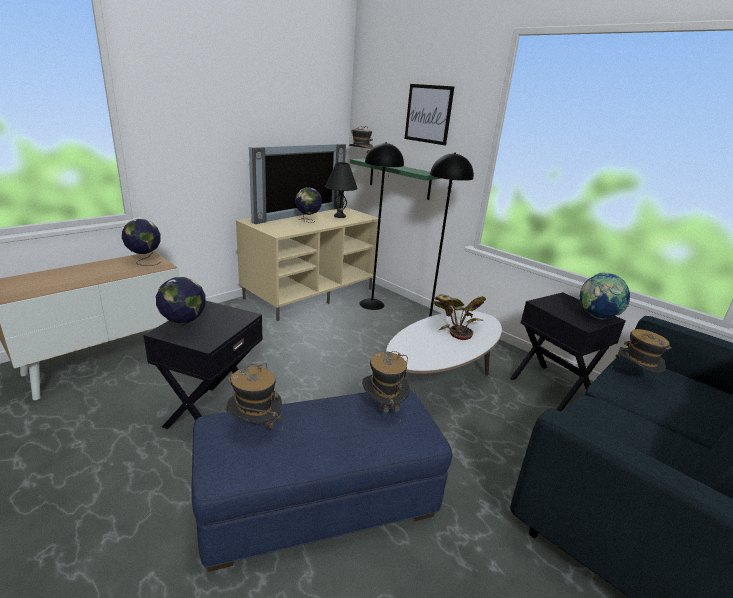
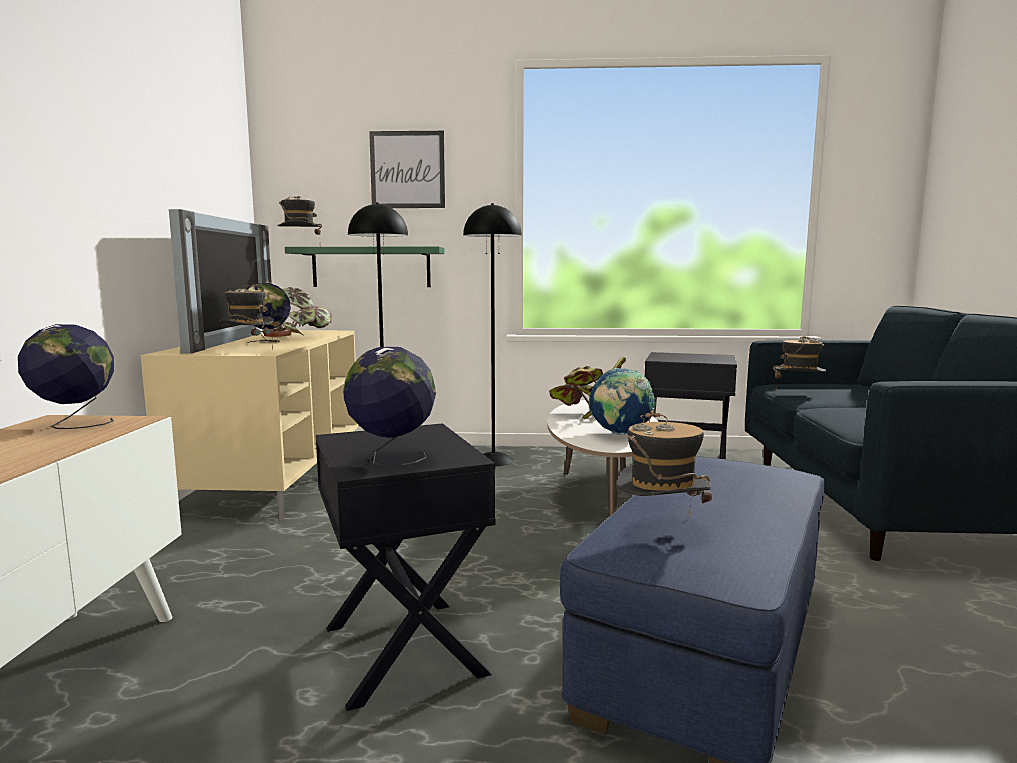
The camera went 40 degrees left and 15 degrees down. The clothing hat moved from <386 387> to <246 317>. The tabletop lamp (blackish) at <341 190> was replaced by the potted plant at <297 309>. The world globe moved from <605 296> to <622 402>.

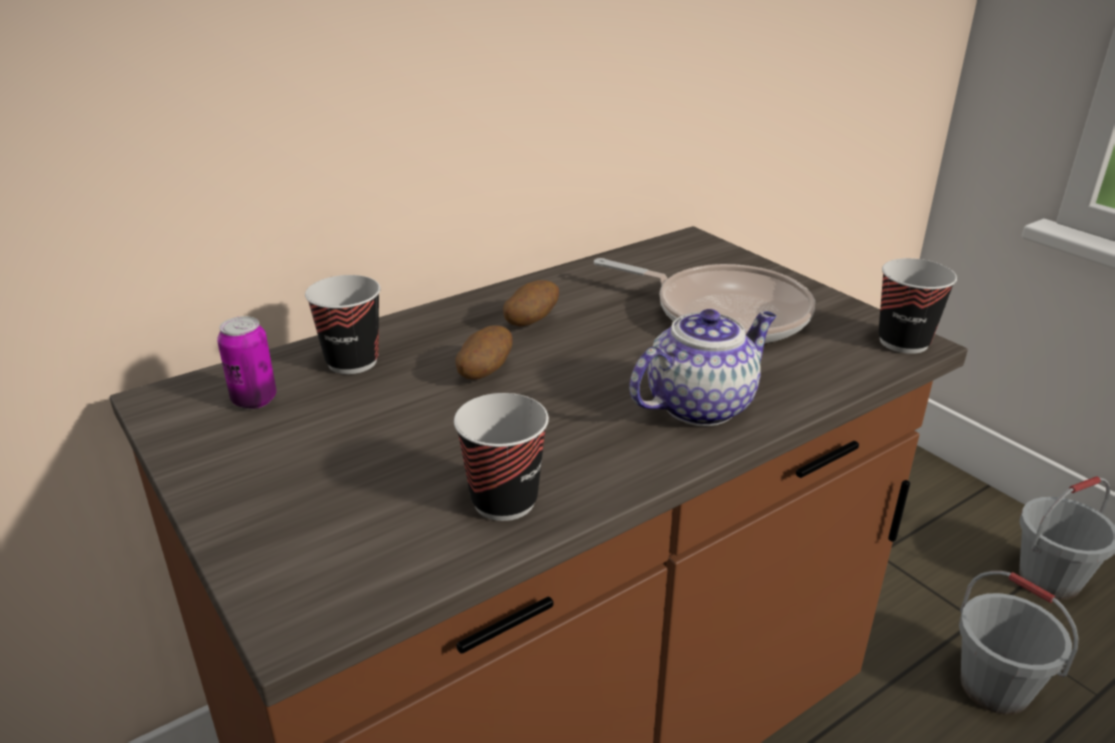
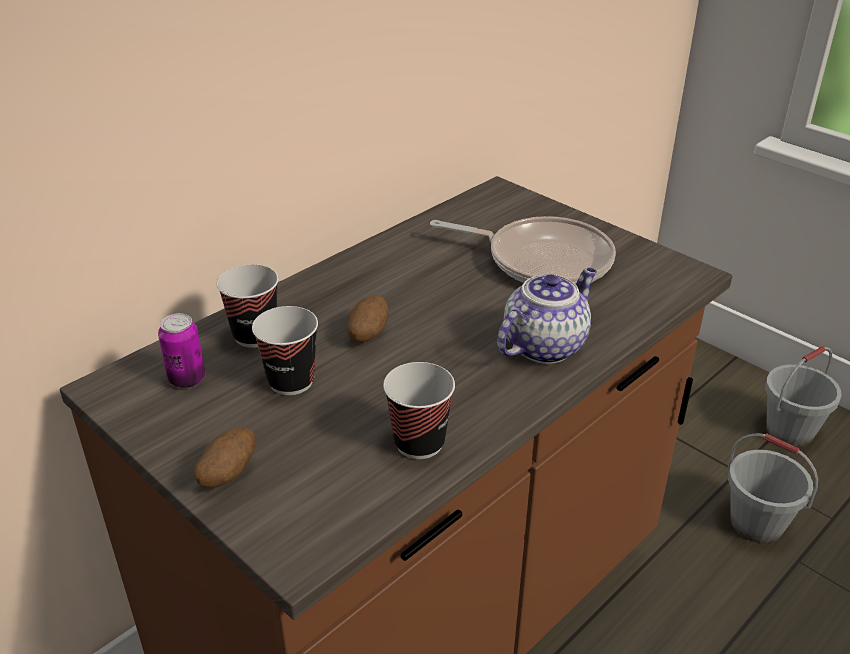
The camera went 10 degrees left and 5 degrees up. The spud moved from <531 303> to <224 457>. The small cup moved from <917 306> to <285 350>.

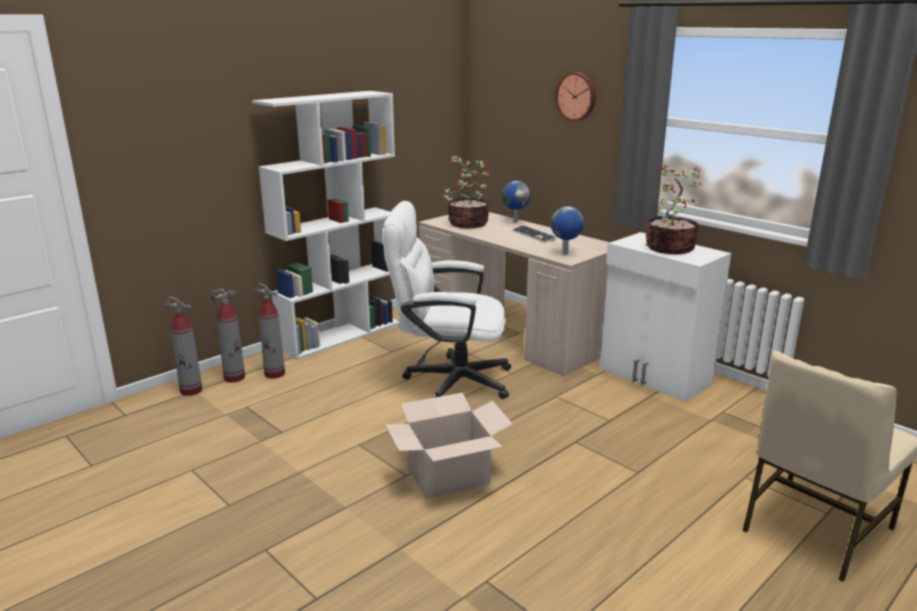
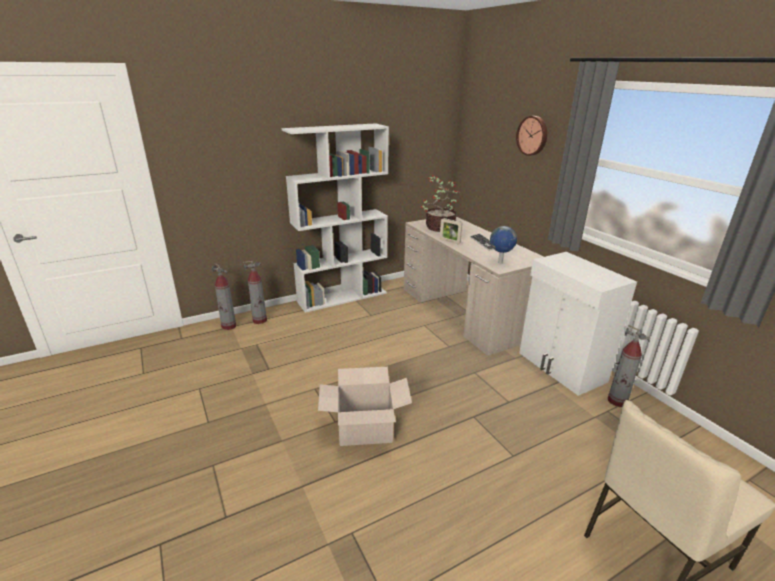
The camera went 15 degrees right and 5 degrees up. The photo frame at <451 231> appeared. The extinguisher moved from <269 331> to <629 366>. The office chair (white-coloured) at <447 300> disappeared. The world globe at <516 202> disappeared. The potted plant at <673 209> disappeared.

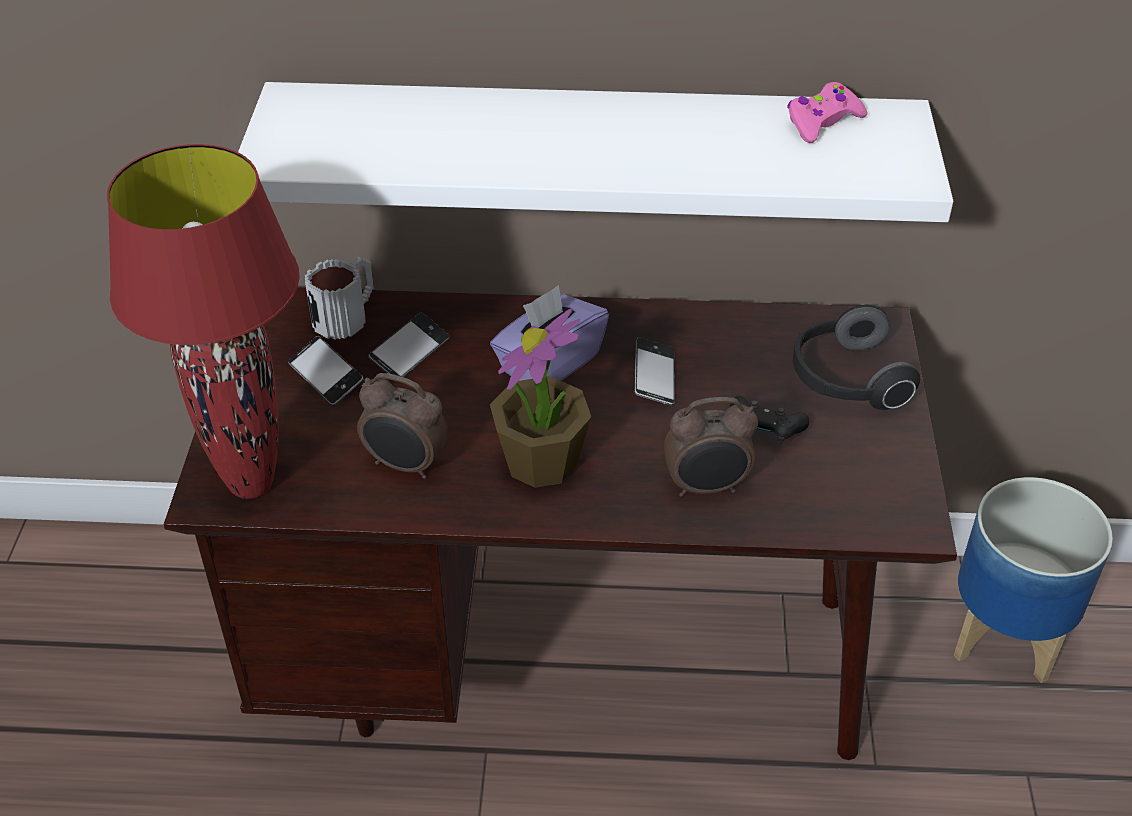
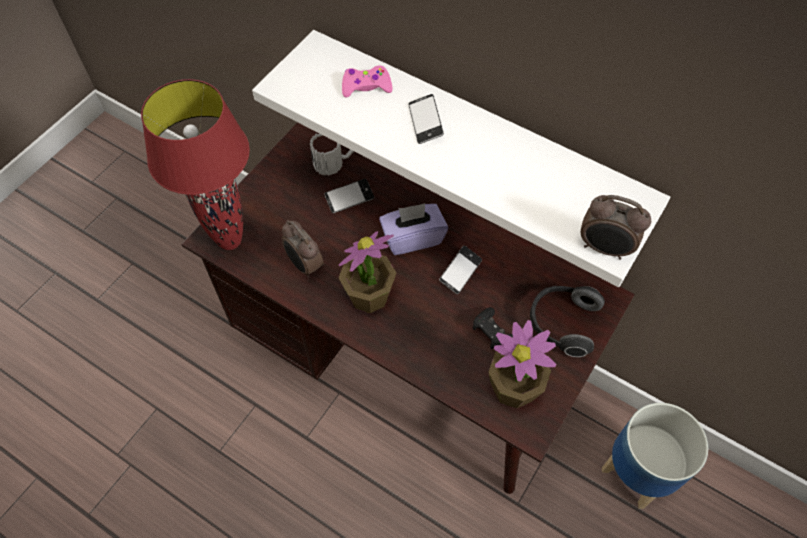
The camera went 30 degrees right and 15 degrees up. The gamepad (pink) moved from <827 112> to <367 82>. The handset moved from <326 370> to <426 119>. The potted plant at <522 364> appeared. The table clock moved from <711 447> to <616 227>.

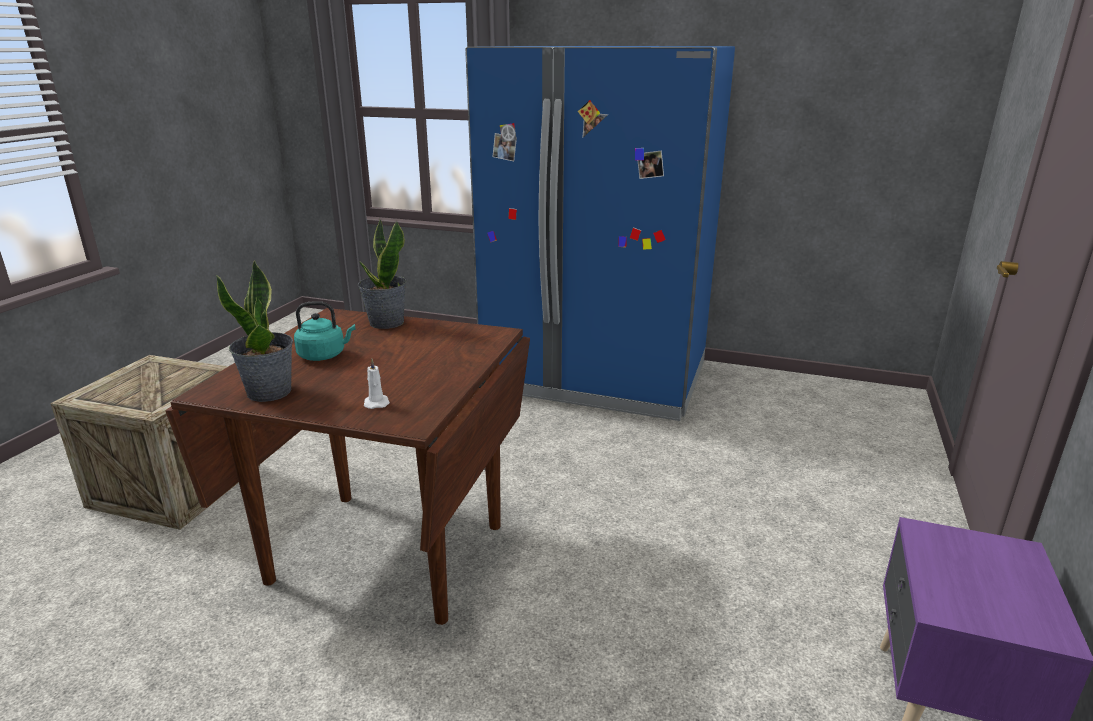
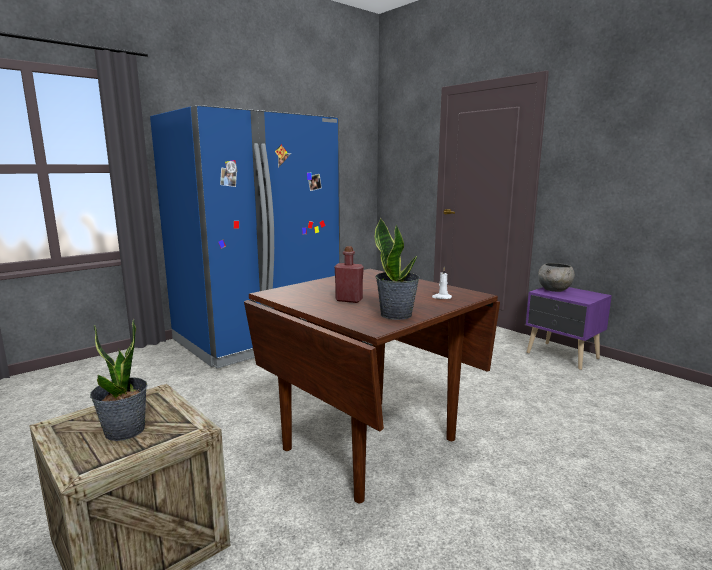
The camera went 60 degrees left and 10 degrees down. The potted plant moved from <382 274> to <119 380>. The tea kettle (blue-green) at <324 331> was replaced by the bottle (red) at <349 274>. The deep dish (grey) at <556 277> appeared.

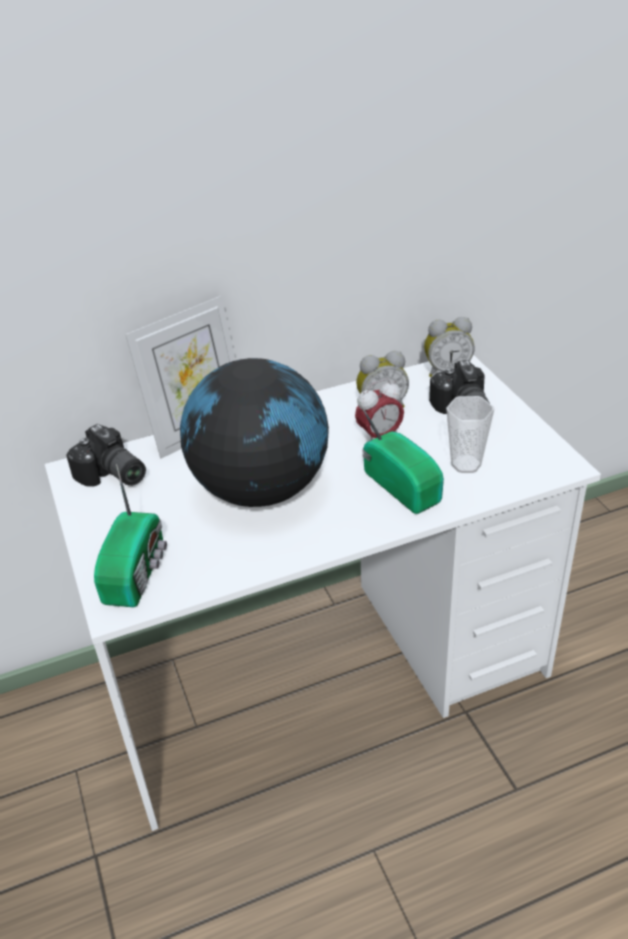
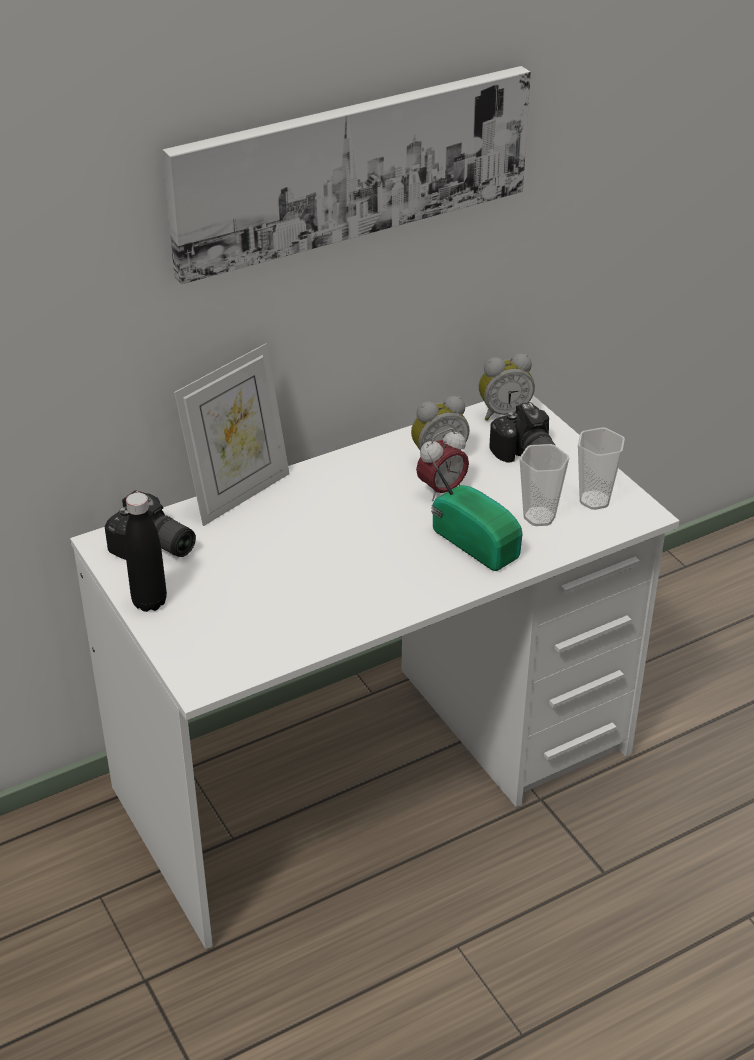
The camera went 10 degrees left and 0 degrees up. The bottle (blackish) at <146 552> appeared. The wall art at <346 175> appeared. The small cup at <601 468> appeared. The radio at <130 535> disappeared. The world globe at <254 432> disappeared.

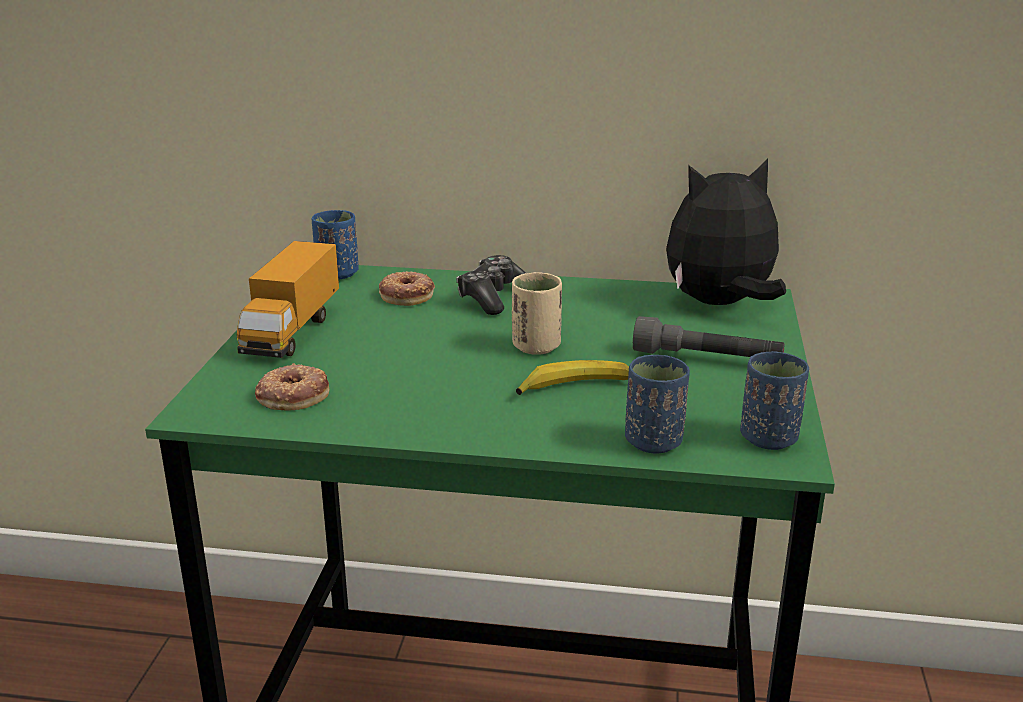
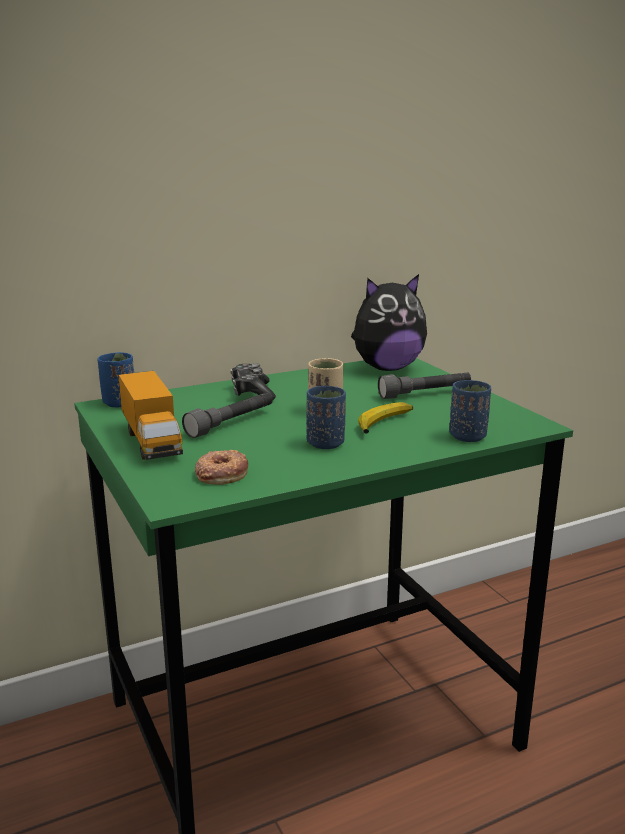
The camera went 35 degrees left and 5 degrees down. The flashlight (grey) at <227 415> appeared. The small cup (blue-coloured) moved from <774 400> to <326 417>. The soft toy at <726 231> turned 150 degrees counterclockwise. The doughnut at <407 288> disappeared.

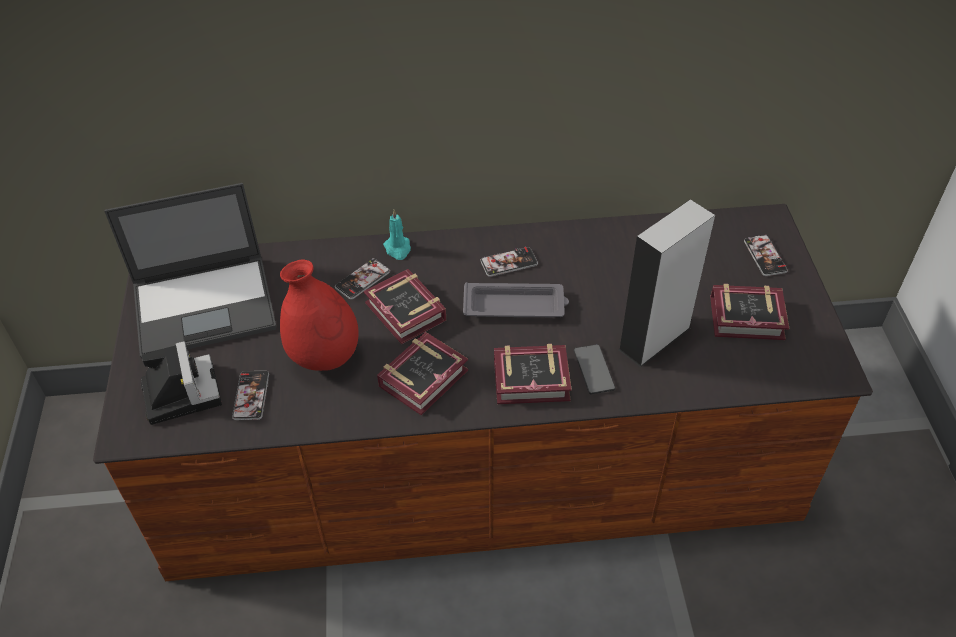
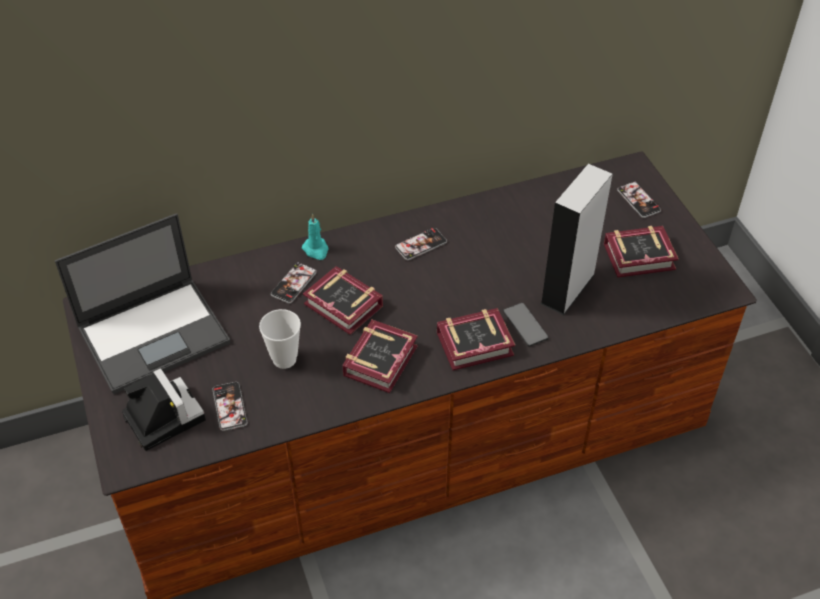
The camera went 15 degrees left and 0 degrees up. The vase (red) at <319 315> was replaced by the small cup at <280 339>. The carrying tray (grey) at <516 299> disappeared.

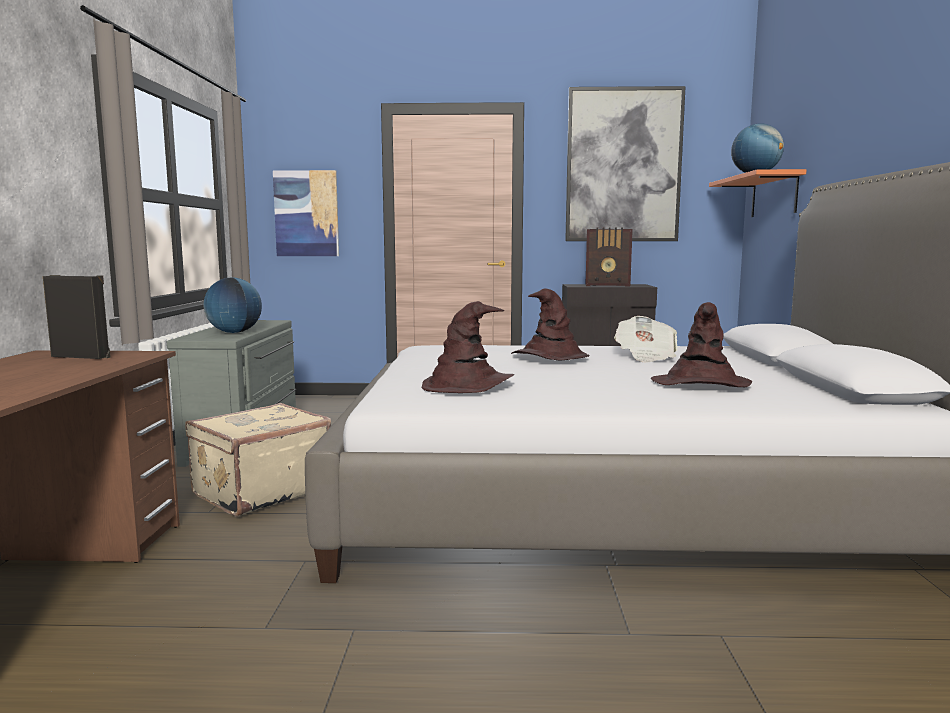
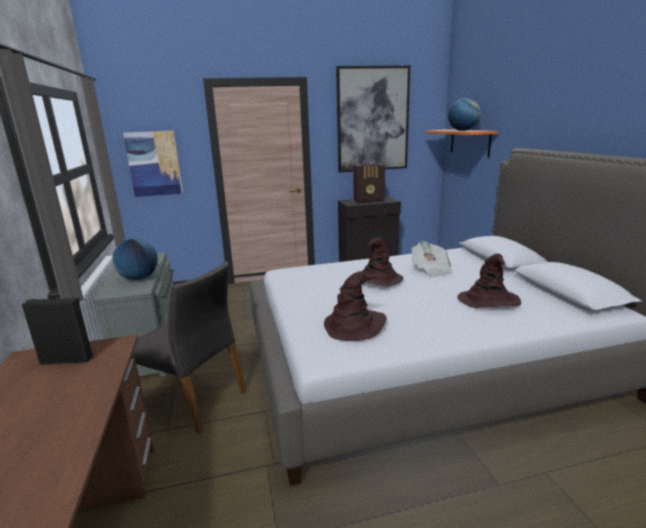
The camera went 15 degrees left and 10 degrees up. The travel case (beige-coloured) at <258 460> was replaced by the upright chair (grey) at <190 347>.

